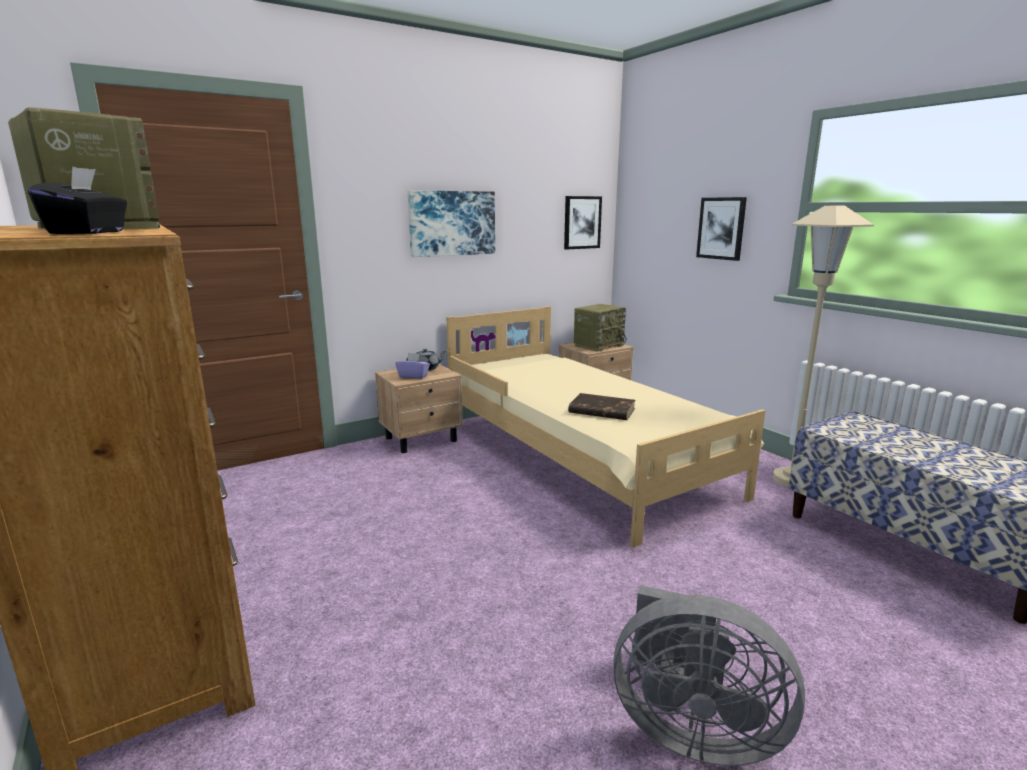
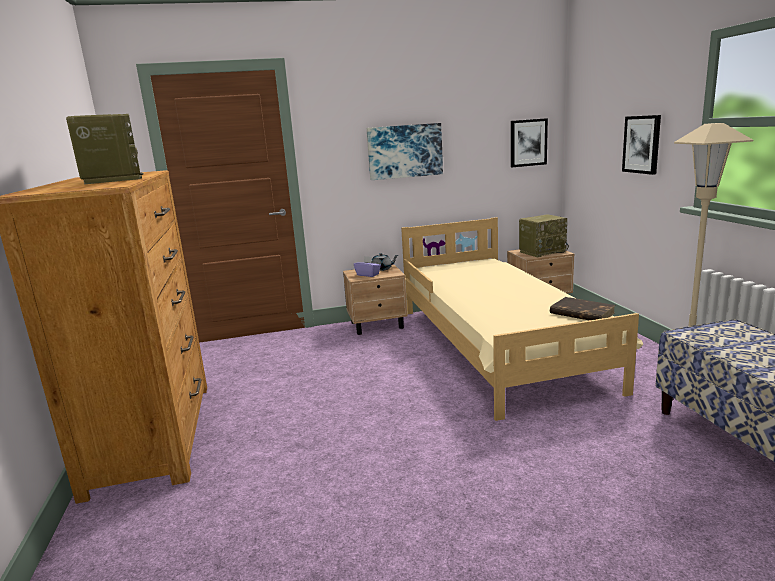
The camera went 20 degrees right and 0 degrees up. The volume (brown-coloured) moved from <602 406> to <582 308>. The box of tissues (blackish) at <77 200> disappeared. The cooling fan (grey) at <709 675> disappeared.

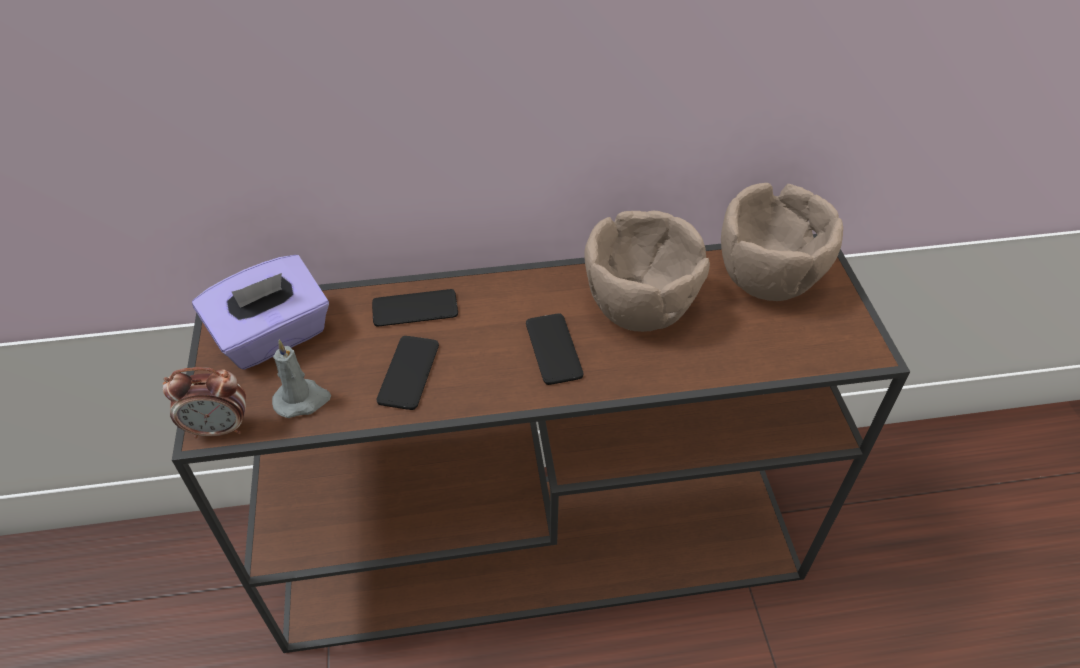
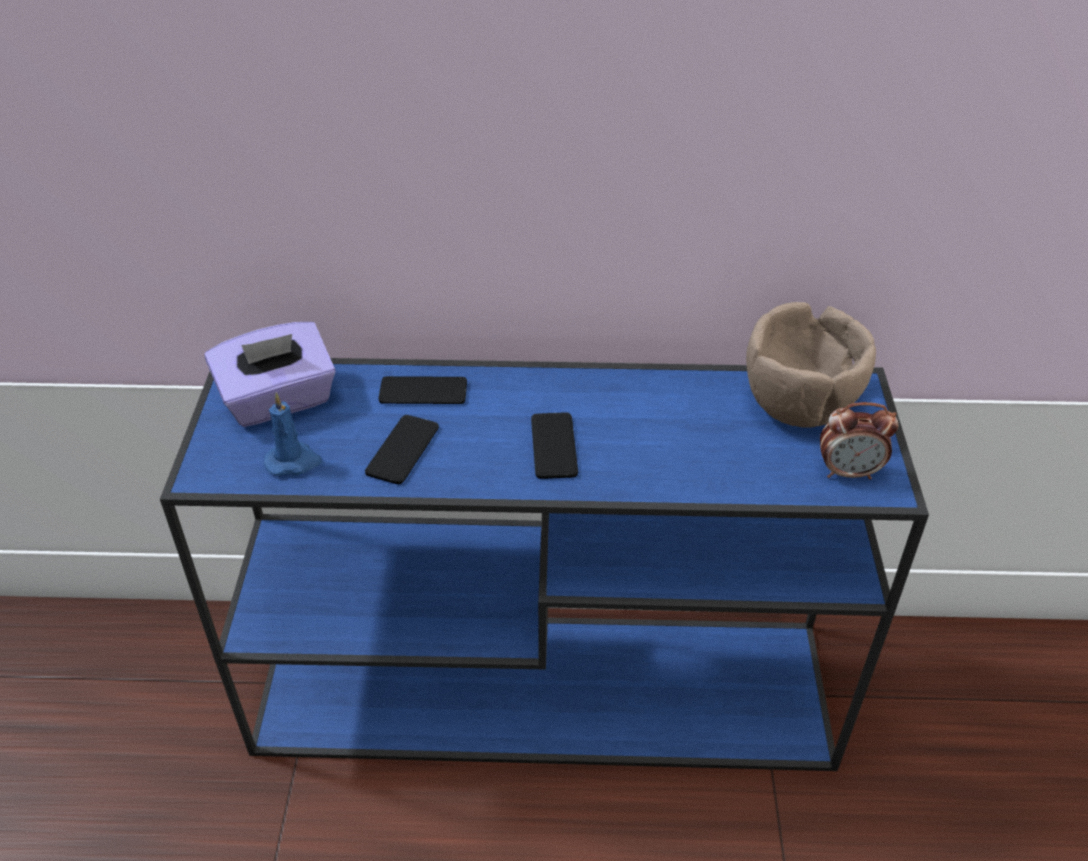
The camera went 10 degrees right and 5 degrees down. The hall table (brown-coloured) at <541 443> became the hall table (blue-coloured) at <544 564>. The wax light (grey) at <301 379> became the wax light (blue-coloured) at <293 434>. The table clock moved from <204 402> to <859 441>. The deep dish (brown-coloured) at <647 271> disappeared.

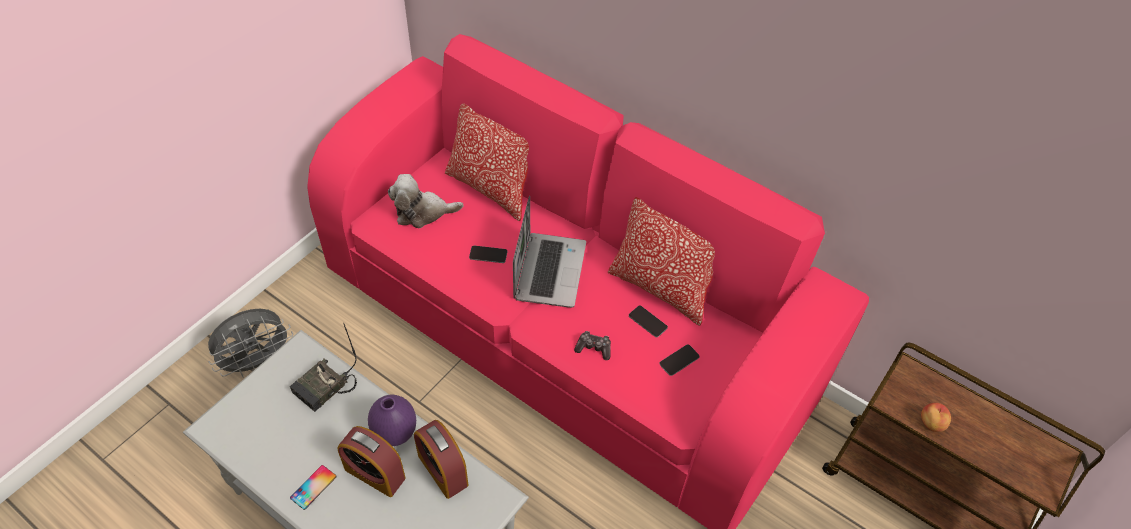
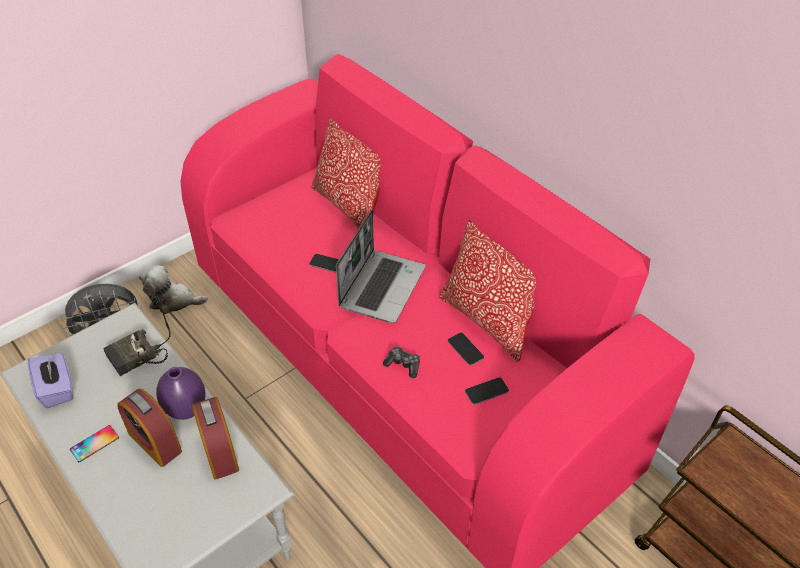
The camera went 15 degrees right and 5 degrees down. The box of tissues (purple) at <50 380> appeared. The soft toy moved from <426 201> to <175 289>. The apple fruit at <936 417> disappeared.

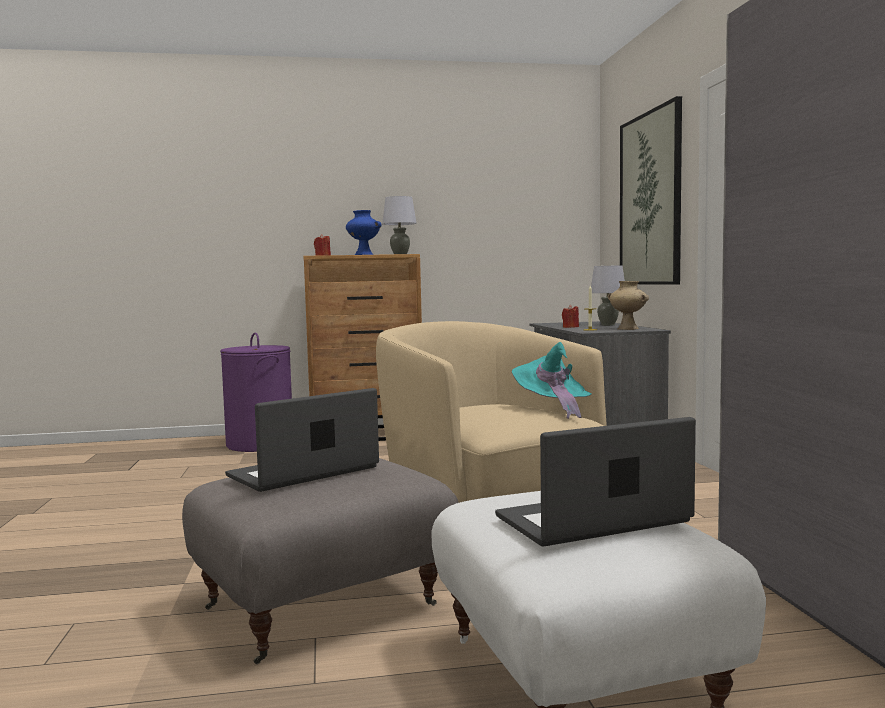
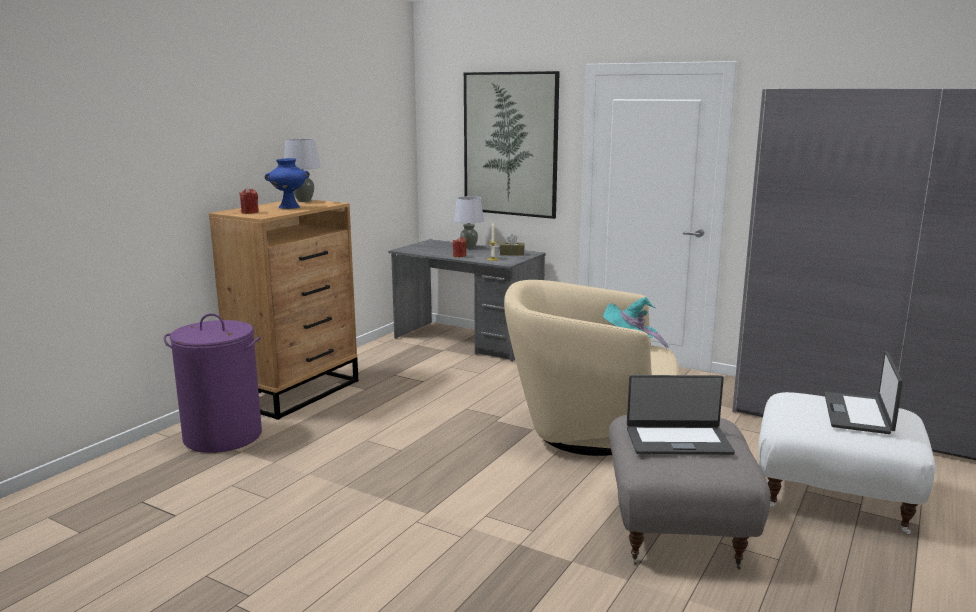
The camera went 50 degrees left and 10 degrees up. The vase (beige-coloured) at <628 305> was replaced by the box of tissues (brown-coloured) at <512 245>. The laptop at <302 440> turned 90 degrees counterclockwise.

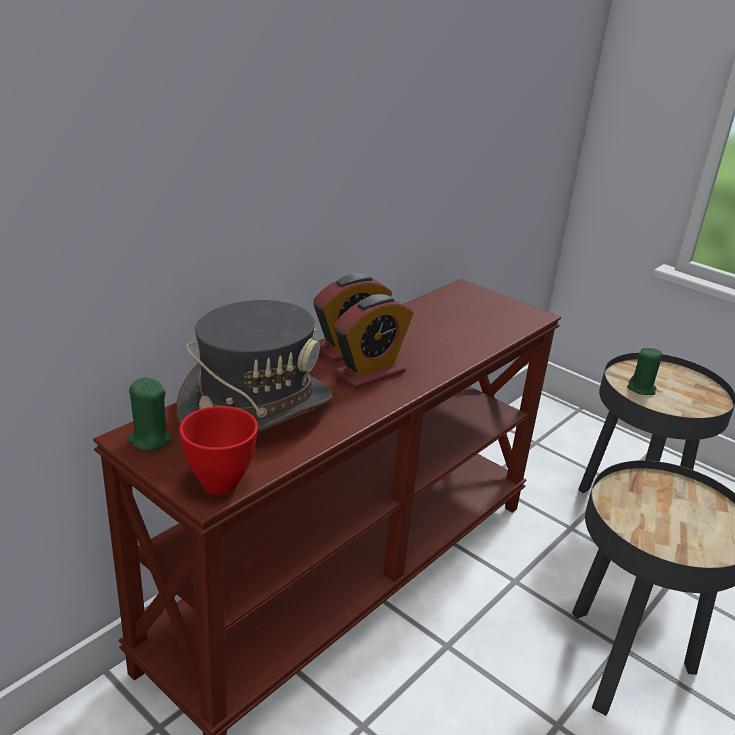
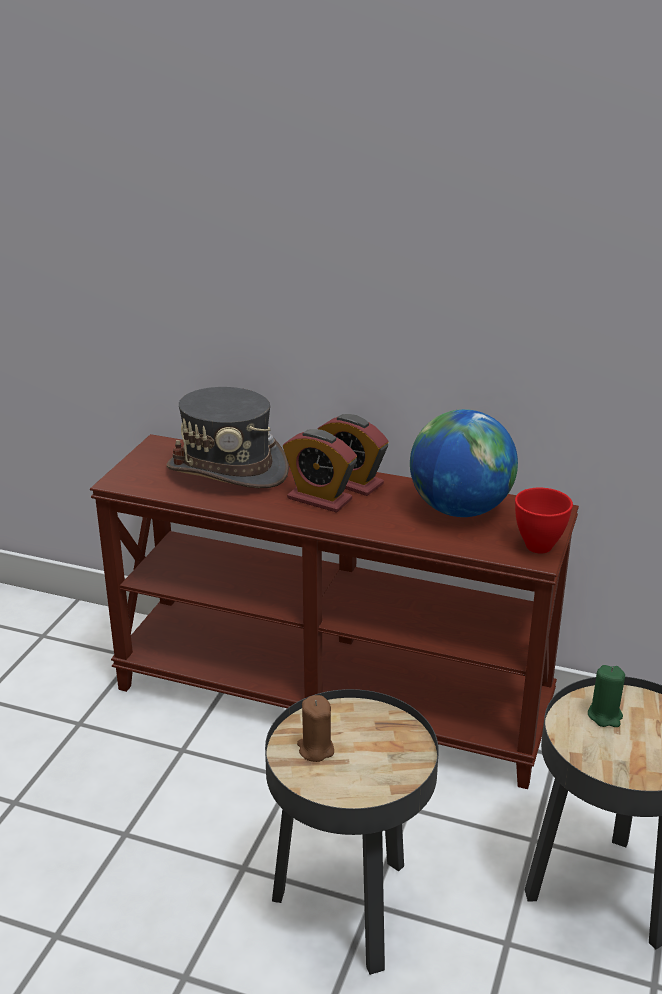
The camera went 70 degrees right and 0 degrees up. The wax light (brown-coloured) at <315 728> appeared. The world globe at <464 463> appeared. The deep dish (red) moved from <218 450> to <544 521>. The wax light (green) at <150 414> disappeared.

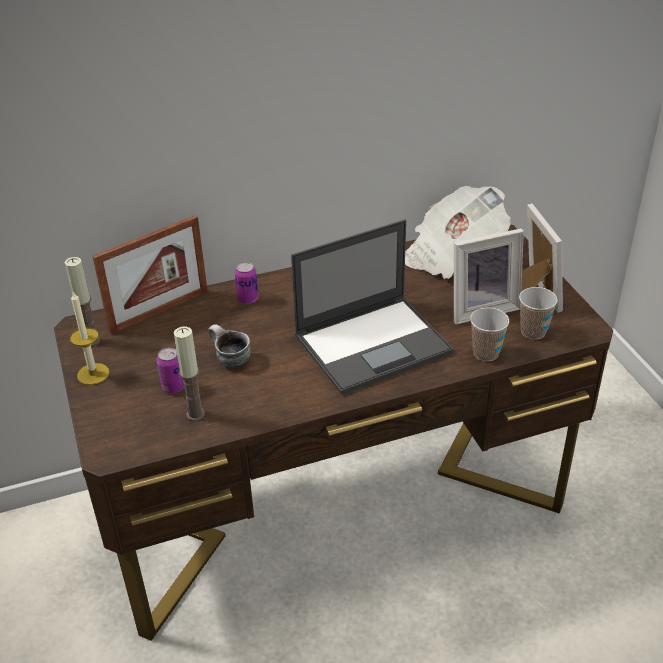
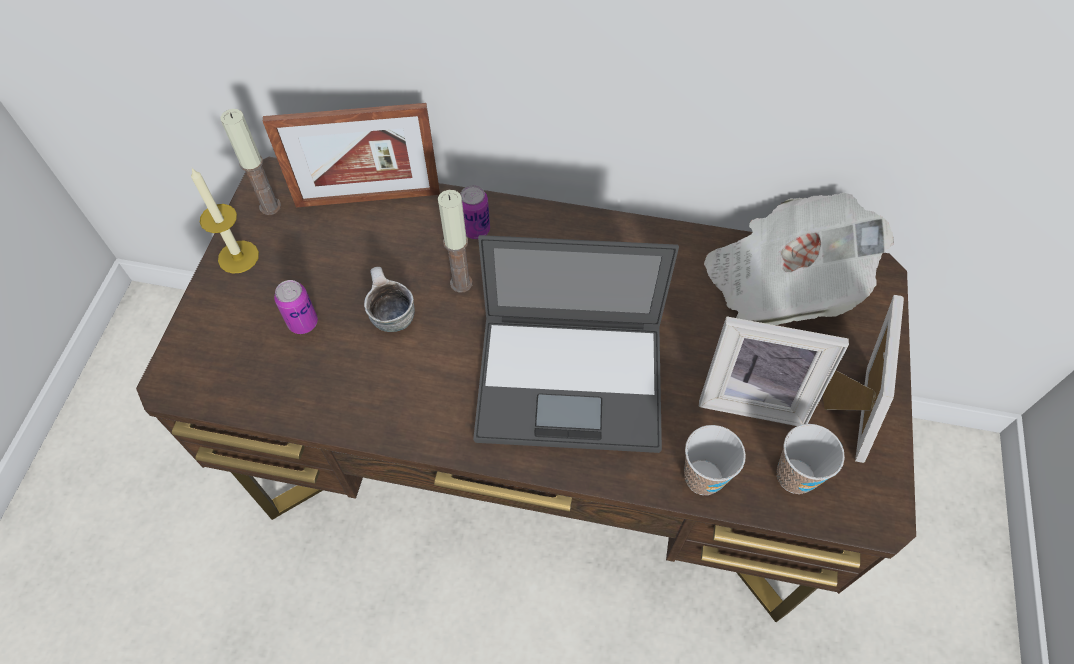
The camera went 30 degrees right and 20 degrees up. The wax light moved from <189 373> to <455 241>.

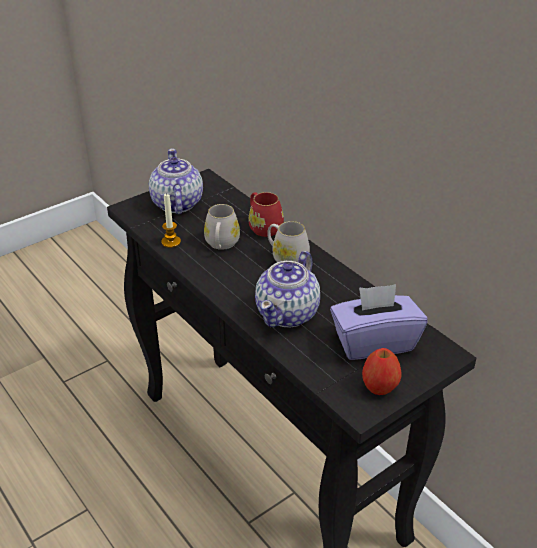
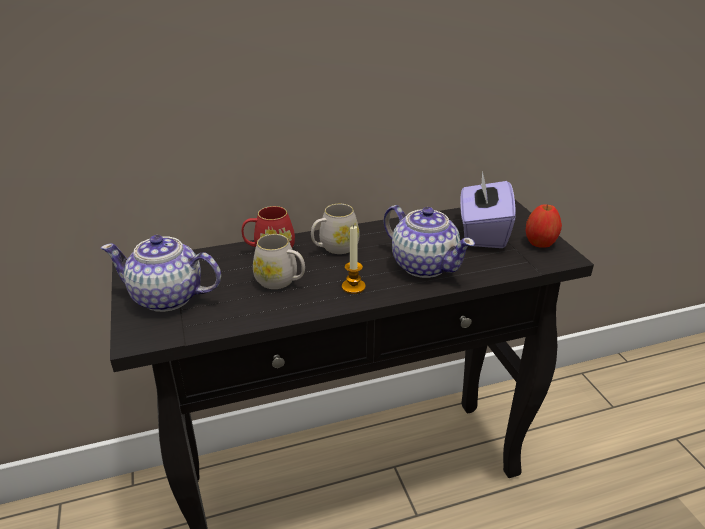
The camera went 70 degrees left and 5 degrees down. The wax light moved from <171 220> to <354 259>.

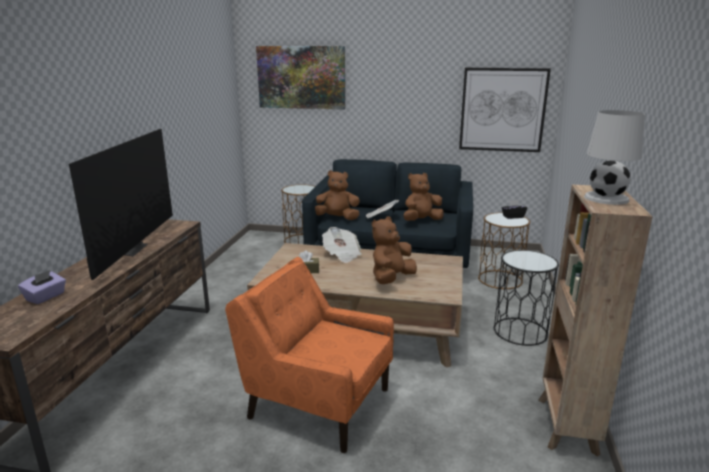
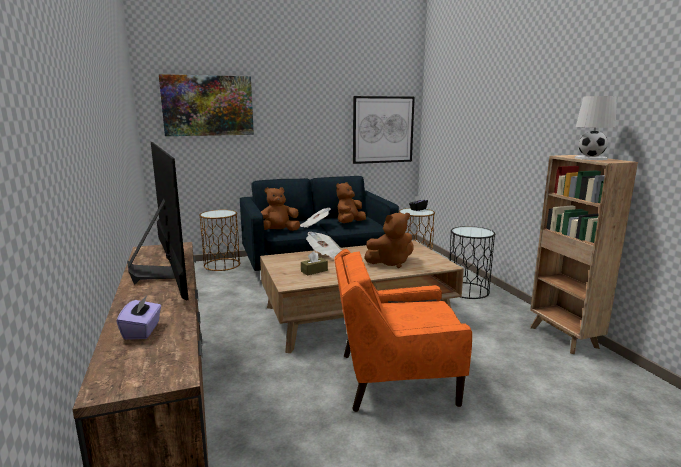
The camera went 30 degrees left and 5 degrees down. The soft toy (brown-coloured) at <394 250> turned 120 degrees counterclockwise.

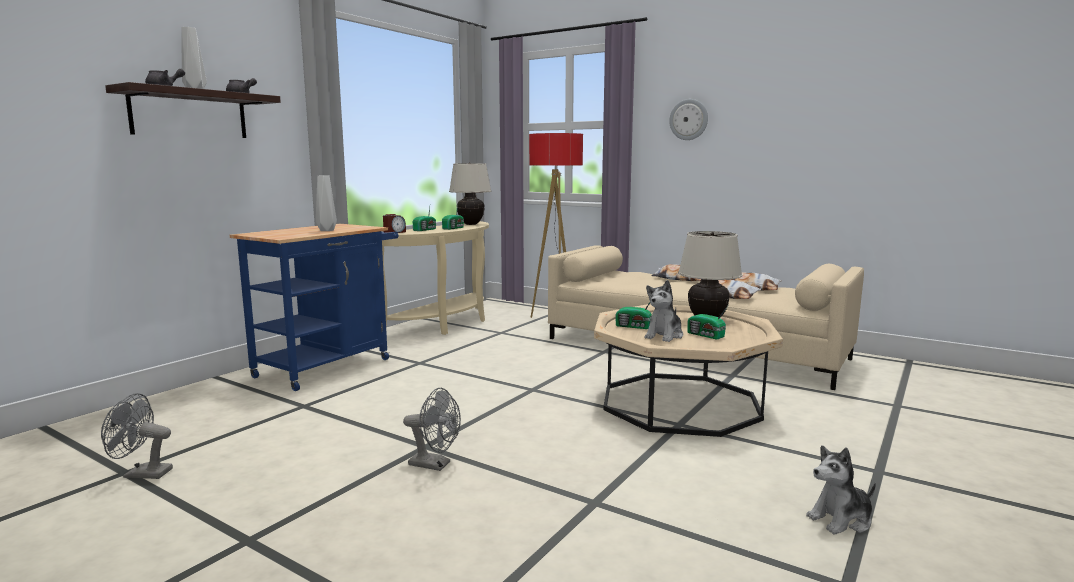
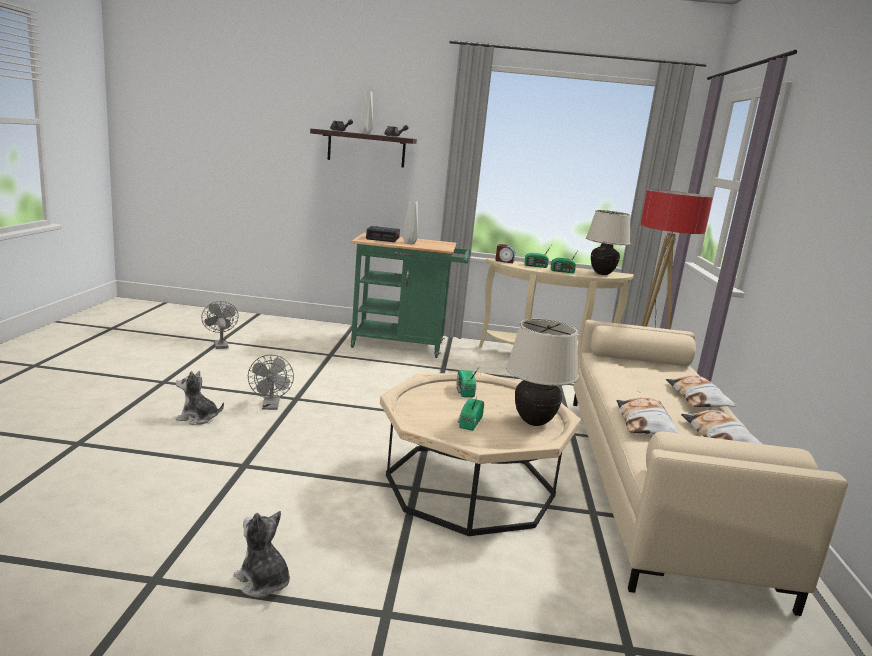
The camera went 60 degrees right and 5 degrees up. The soft toy moved from <664 311> to <200 398>. The cart (blue-coloured) at <314 307> became the cart (green) at <411 295>. The table clock at <383 234> appeared. The hanging clock at <688 119> disappeared.

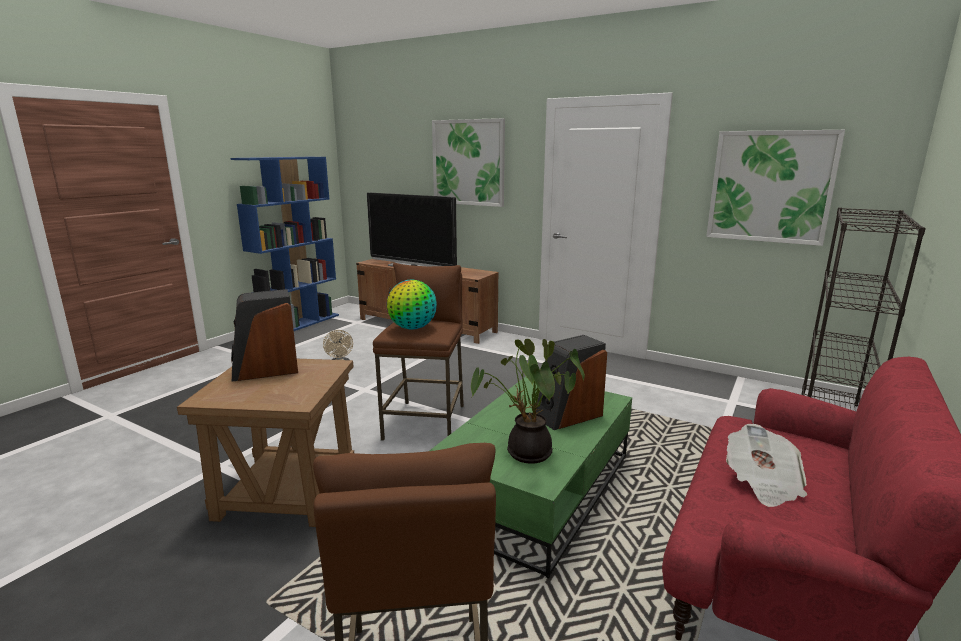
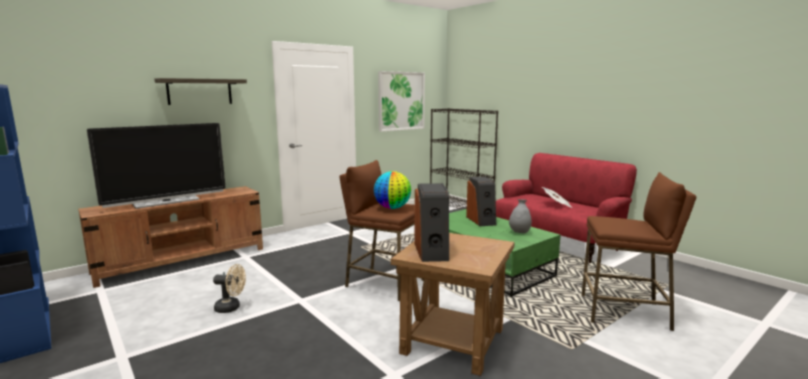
The camera went 70 degrees left and 5 degrees down. The wall art at <468 162> was replaced by the wall shelf at <201 91>. The potted plant at <528 401> was replaced by the vase (grey) at <520 216>.

